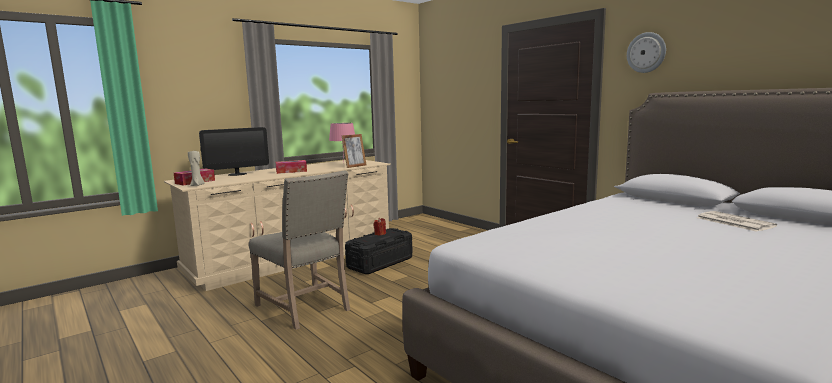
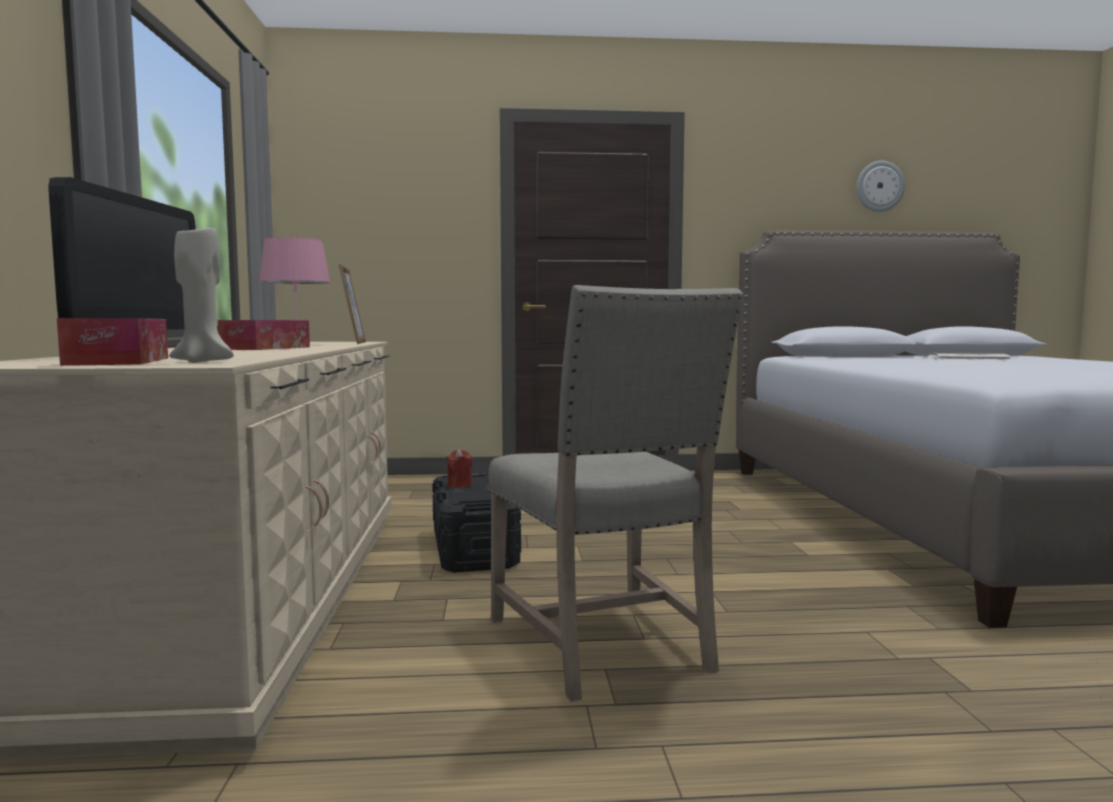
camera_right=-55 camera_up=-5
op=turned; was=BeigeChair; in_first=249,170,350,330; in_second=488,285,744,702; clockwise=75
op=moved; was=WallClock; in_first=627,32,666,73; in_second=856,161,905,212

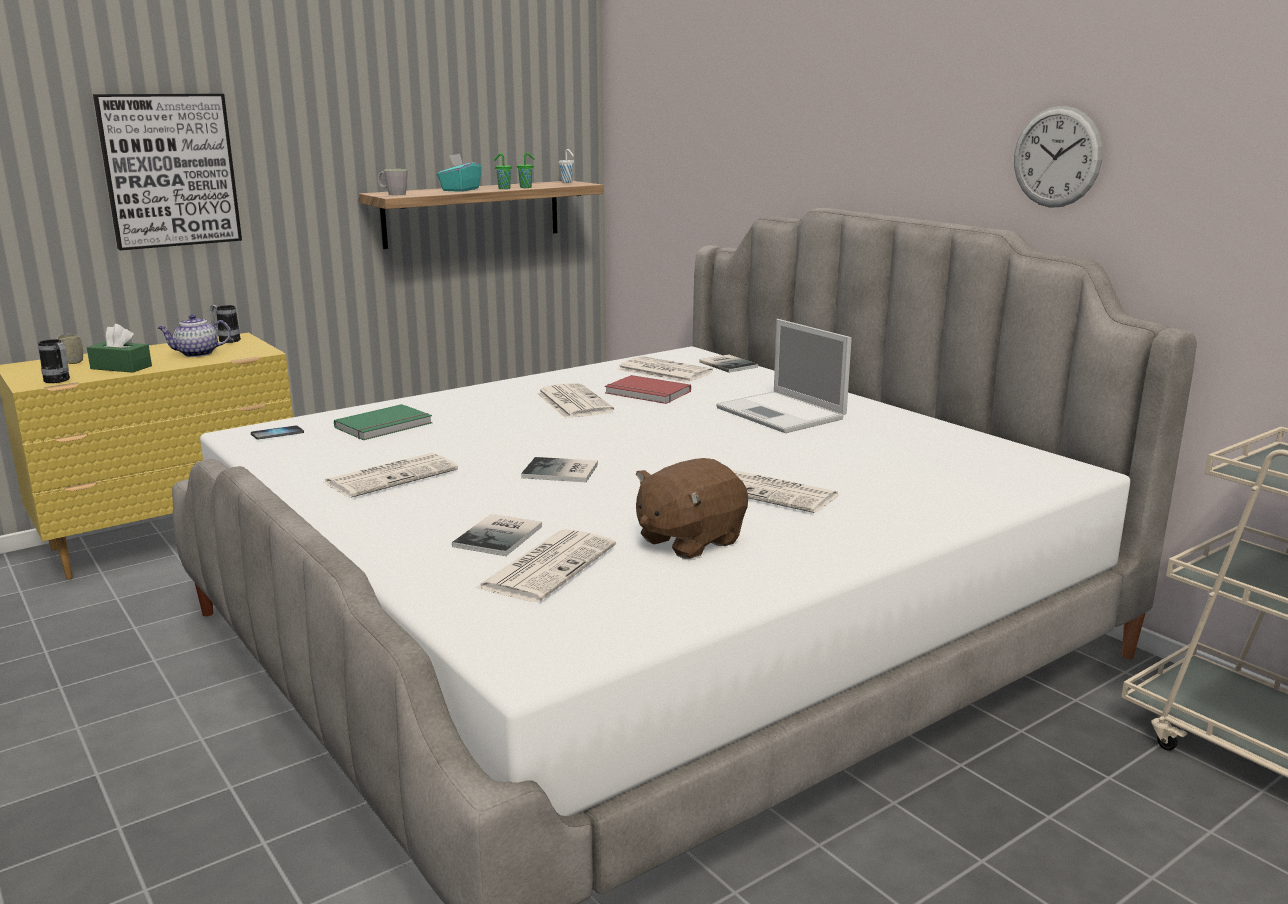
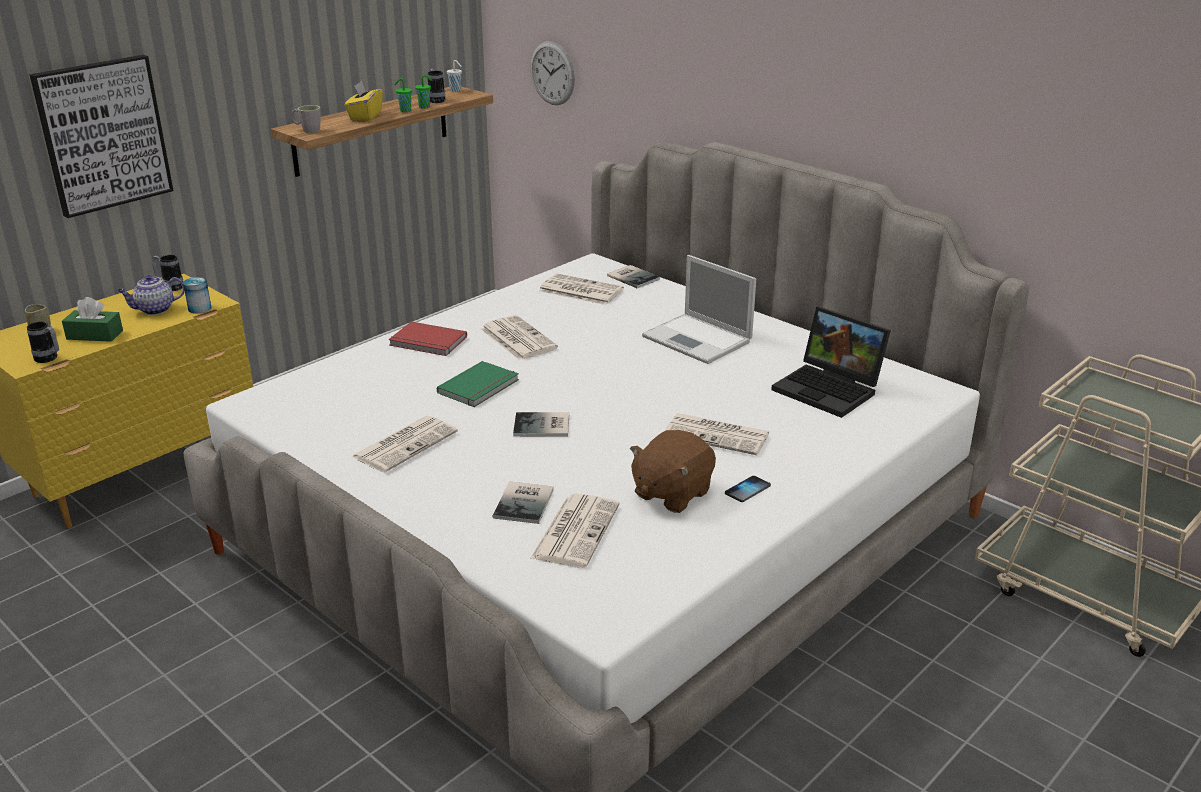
camera_right=-10 camera_up=10
op=added; now=Can; in_second=183,277,211,314
op=recoloured; was=TurquoiseTissueBox; now=YellowTissueBox; in_first=437,154,482,192; in_second=345,81,383,121
op=moved; was=RedBook; in_first=605,375,691,404; in_second=389,321,467,356
op=added; now=Mug; in_second=427,68,445,103
op=moved; was=GreenBook; in_first=334,404,432,440; in_second=437,361,519,407
op=moved; was=WallClock; in_first=1014,106,1103,208; in_second=530,41,575,105
op=moved; was=Phone; in_first=251,426,304,439; in_second=725,476,771,502
op=added; now=Laptop; in_second=771,307,891,418

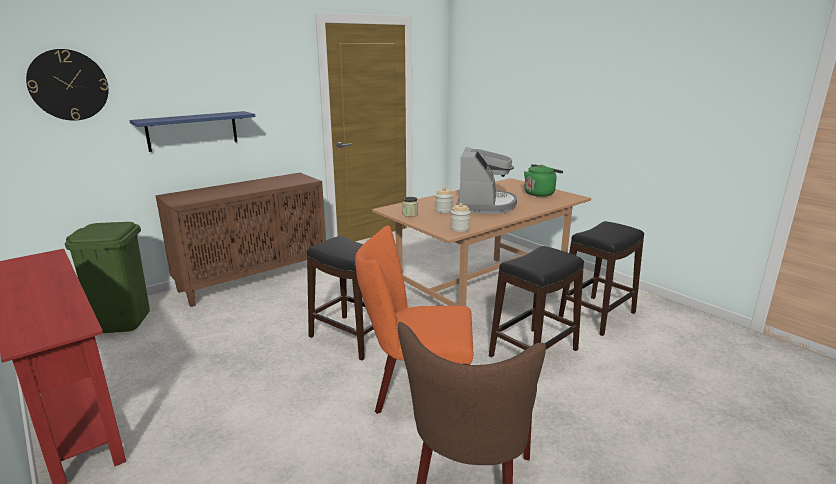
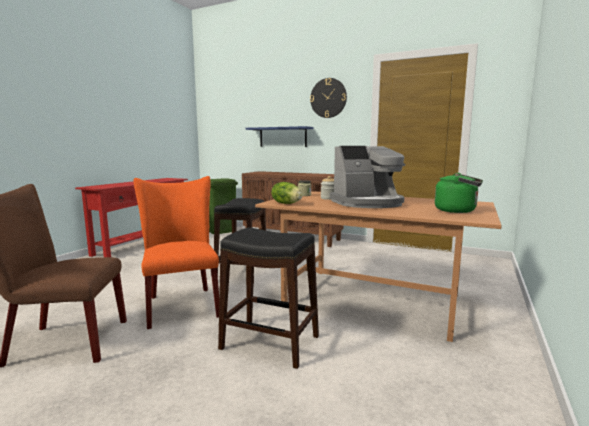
camera_right=65 camera_up=-10
op=replaced; was=Jar; now=Lettuce; in_first=450,203,471,232; in_second=271,182,303,204
op=moved; was=WallClock; in_first=26,49,109,121; in_second=310,78,347,118
op=removed; was=BlackStool; in_first=559,221,644,336

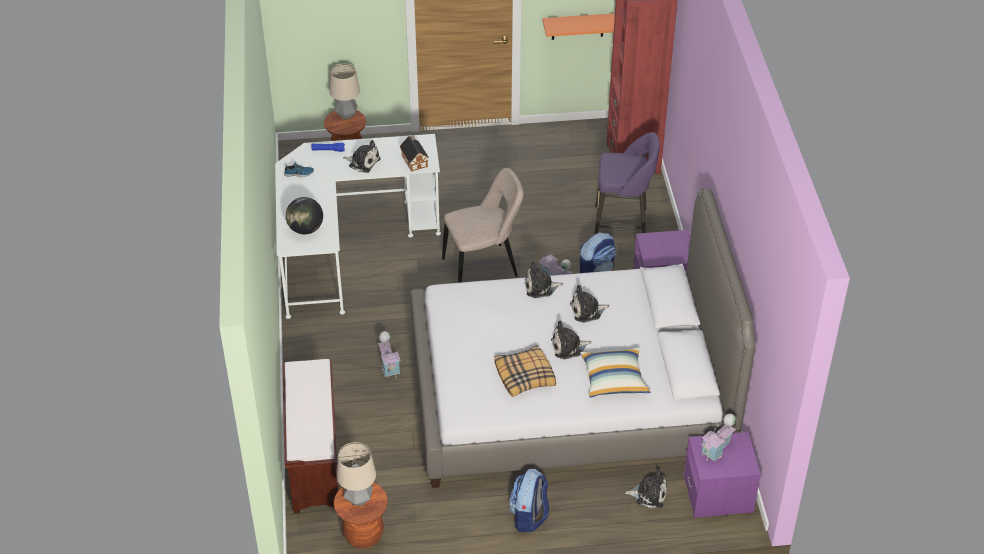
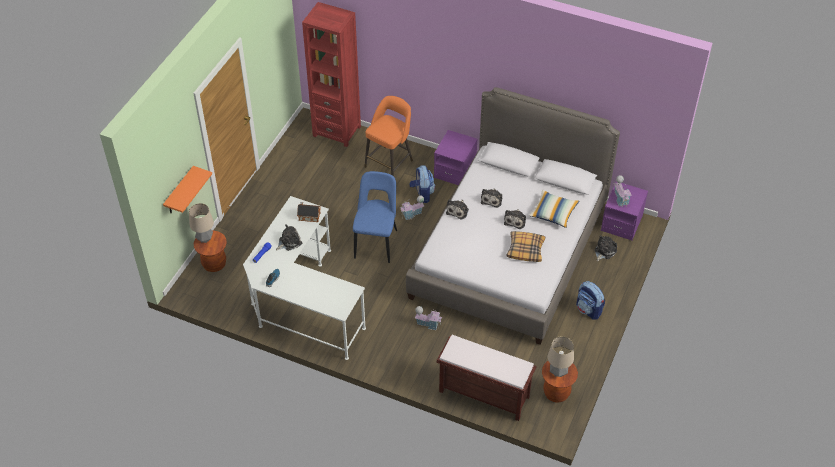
camera_right=-60 camera_up=5
op=moved; was=OrangeShelf; in_first=543,13,615,40; in_second=163,166,212,213
op=recoloured; was=BeigeChair; now=BlueChair; in_first=442,168,524,283; in_second=353,171,397,263
op=recoloured; was=PurpleStool; now=OrangeStool; in_first=594,132,660,235; in_second=364,96,413,176
op=removed; was=Globe; in_first=286,197,323,234

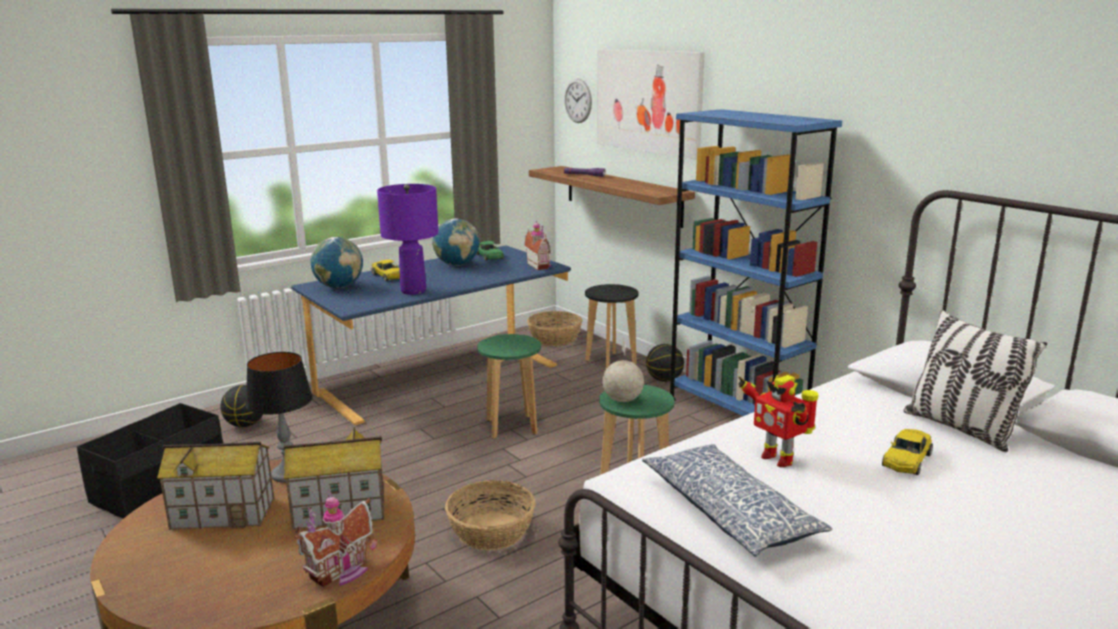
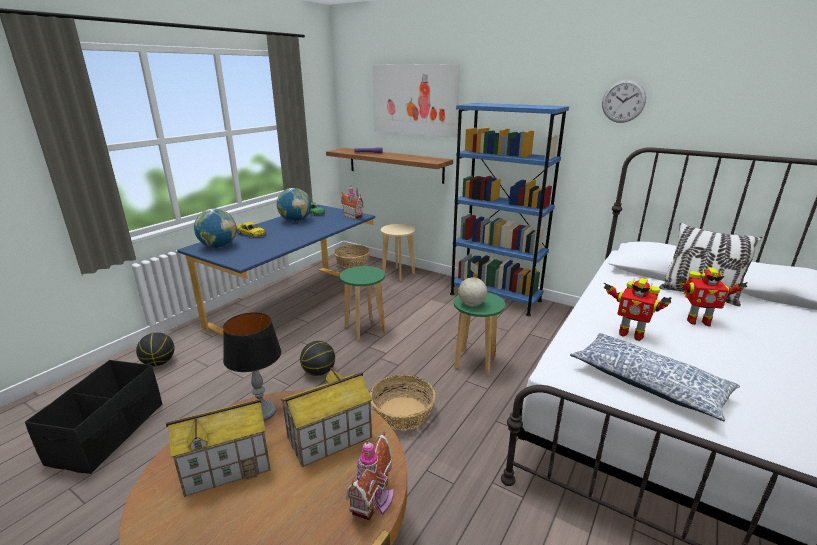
camera_right=-20 camera_up=5
op=moved; was=Basketball; in_first=646,344,684,382; in_second=300,341,335,376
op=recoloured; was=BlackStool; now=BeigeStool; in_first=585,284,639,369; in_second=381,224,416,281
op=moved; was=WallClock; in_first=564,79,592,123; in_second=602,80,646,123
op=replaced; was=YellowToyCar; now=ToyRobot; in_first=882,429,933,475; in_second=678,267,748,326
op=removed; was=PurpleTableLamp; in_first=377,184,439,295

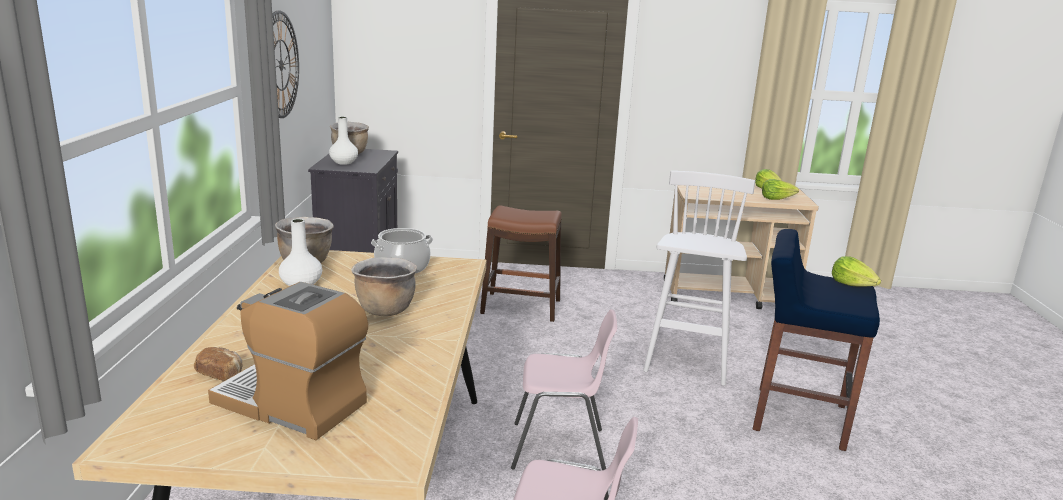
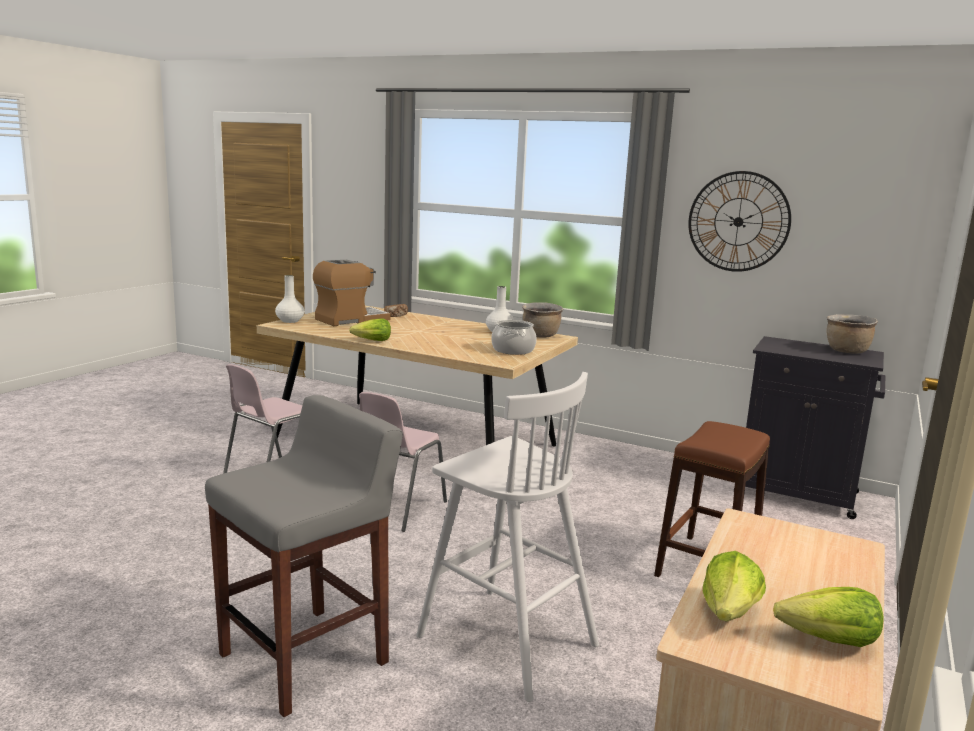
camera_right=115 camera_up=-5
op=recoloured; was=BlueStool; now=GreyStool; in_first=753,229,880,451; in_second=205,395,403,717
op=moved; was=WhiteVase; in_first=329,117,358,165; in_second=275,275,304,323
op=moved; was=Lettuce; in_first=832,256,881,287; in_second=349,319,391,341
op=removed; was=BrownCookingPot; in_first=352,257,417,316

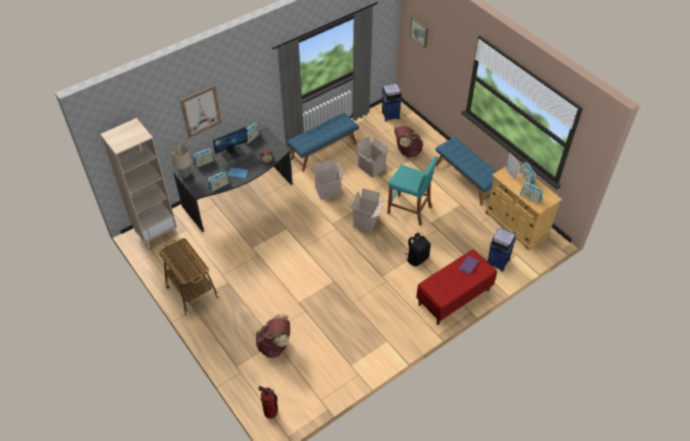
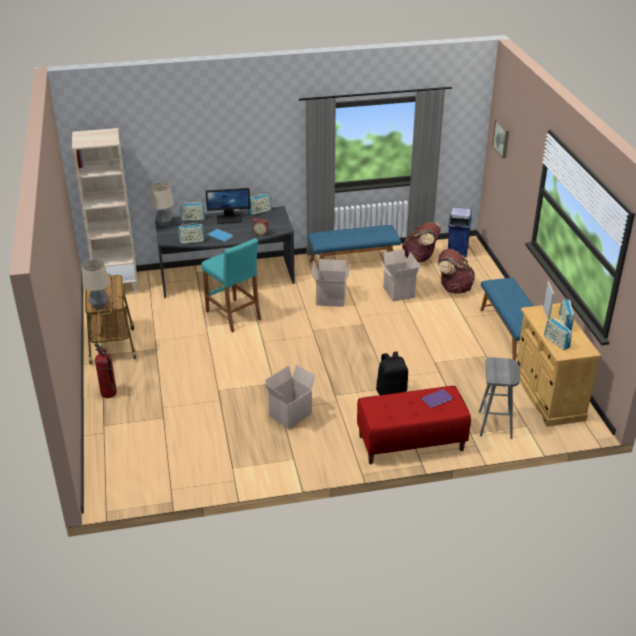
camera_right=25 camera_up=-15
op=added; now=TableLamp; in_second=82,260,110,309
op=moved; was=FireExtinguisher; in_first=258,386,278,418; in_second=94,343,117,398
op=moved; was=TurquoiseStool; in_first=387,156,438,226; in_second=202,238,261,333
op=moved; was=CardboardBox; in_first=350,188,385,232; in_second=264,364,318,429
op=moved; was=BrownBackpack; in_first=256,314,290,358; in_second=402,222,441,262
op=replaced; was=BlueTrashCan; now=GreyStool; in_first=488,228,516,272; in_second=479,357,521,439
op=removed; was=Picture; in_first=180,85,221,138

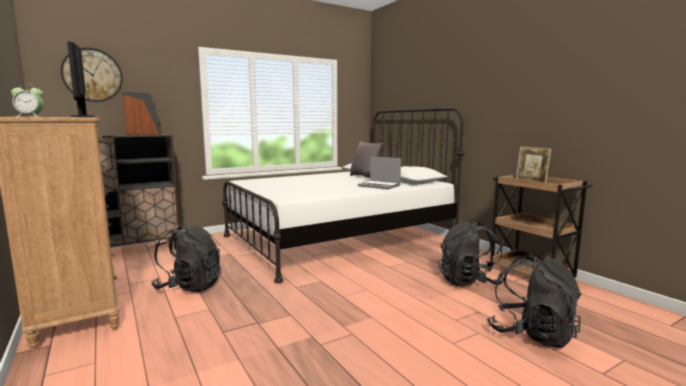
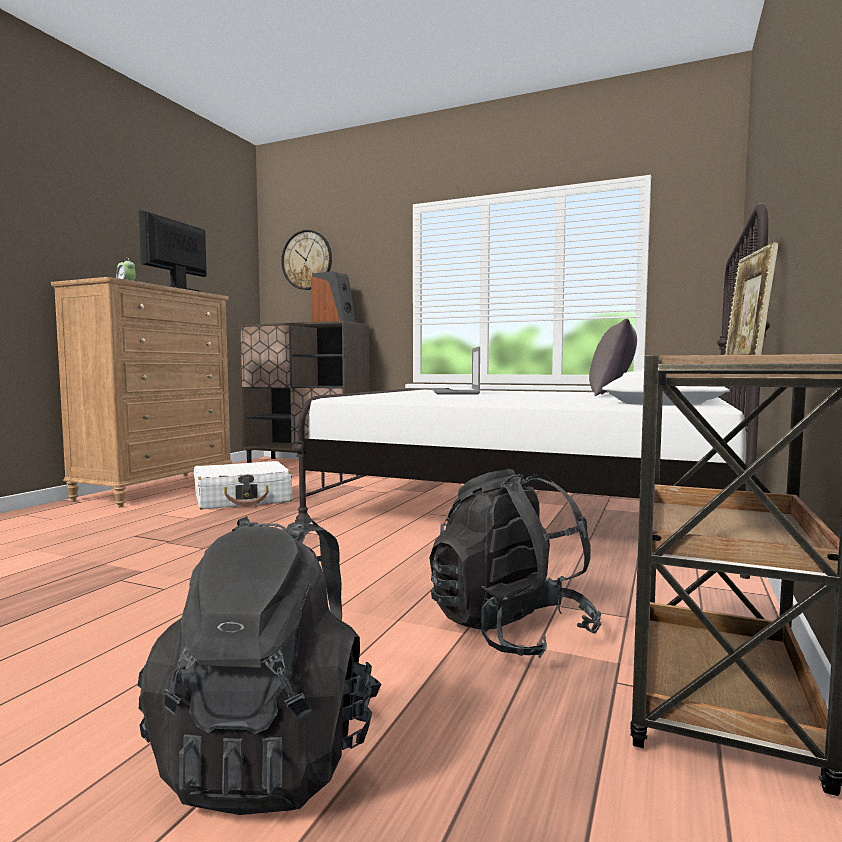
camera_right=55 camera_up=-5
op=replaced; was=BlackBackpack; now=WhiteSuitcase; in_first=152,225,221,292; in_second=194,461,292,509
op=moved; was=Laptop; in_first=358,156,401,189; in_second=433,347,480,394

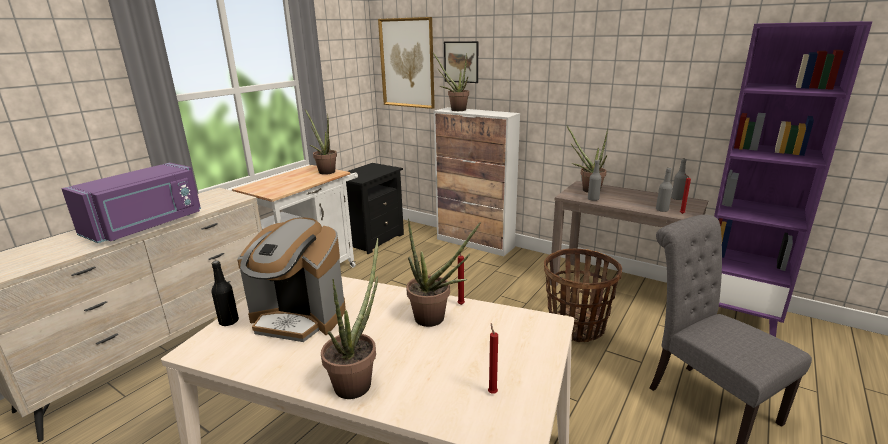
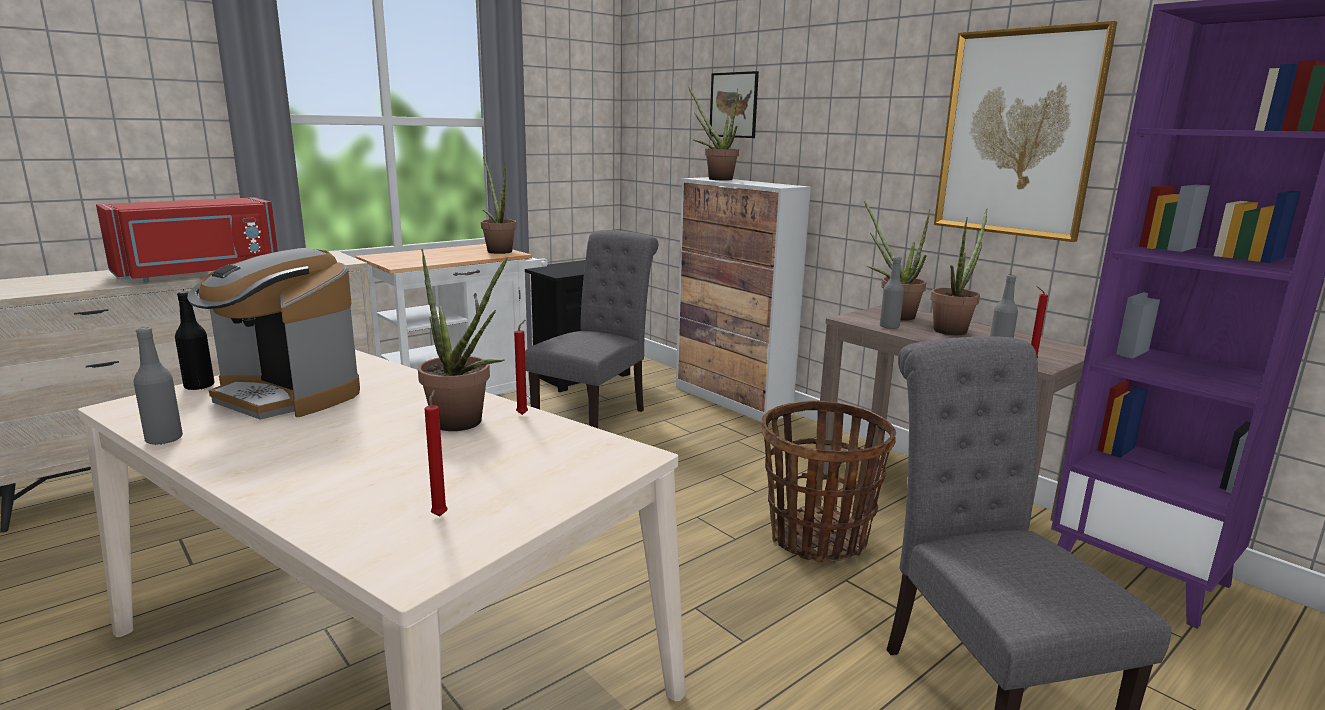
camera_right=15 camera_up=-5
op=recoloured; was=PurpleMicrowave; now=RedMicrowave; in_first=61,163,201,243; in_second=96,197,278,282
op=moved; was=GreyBottle; in_first=671,159,687,200; in_second=133,327,183,445
op=added; now=GreyChair; in_second=525,230,658,428
op=moved; was=PottedPlant; in_first=321,238,379,399; in_second=931,208,987,335
op=moved; was=Picture; in_first=378,17,435,109; in_second=934,21,1117,242

